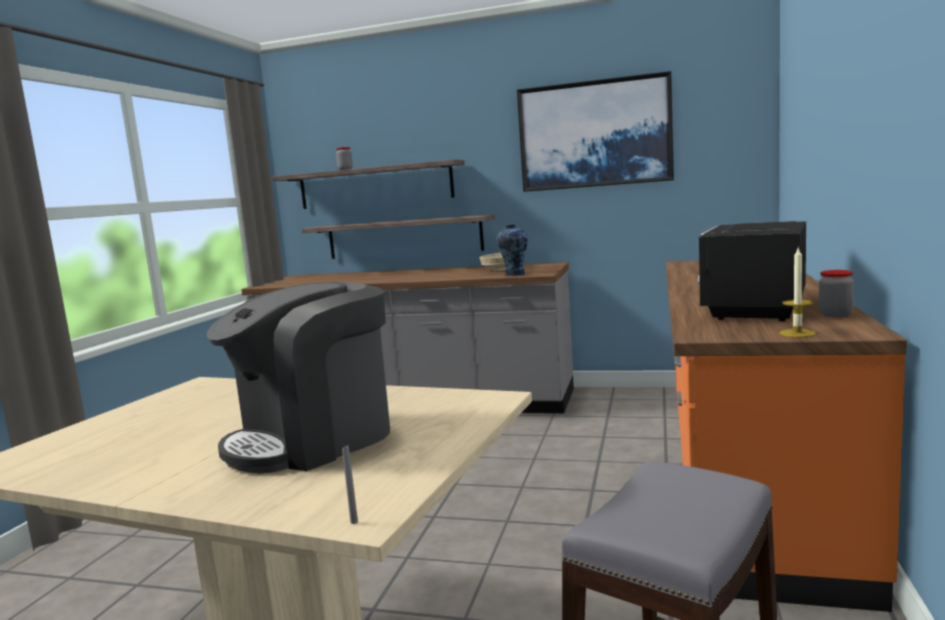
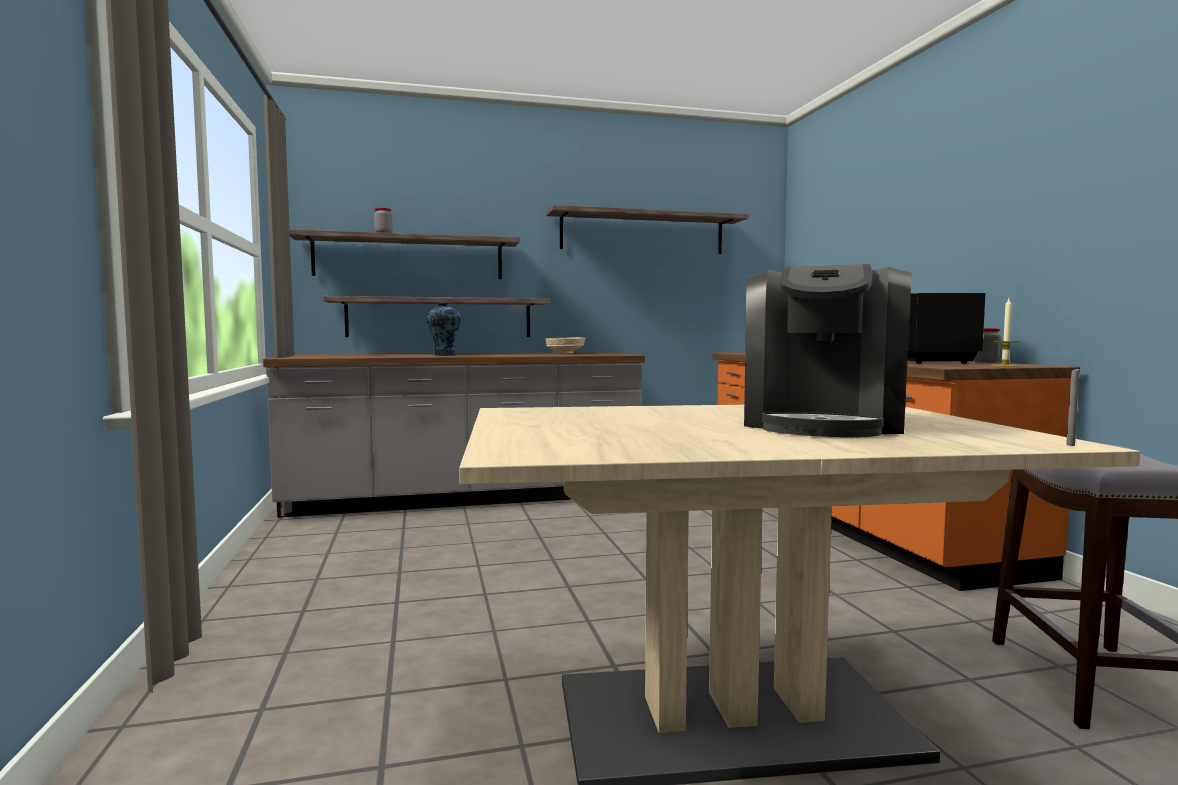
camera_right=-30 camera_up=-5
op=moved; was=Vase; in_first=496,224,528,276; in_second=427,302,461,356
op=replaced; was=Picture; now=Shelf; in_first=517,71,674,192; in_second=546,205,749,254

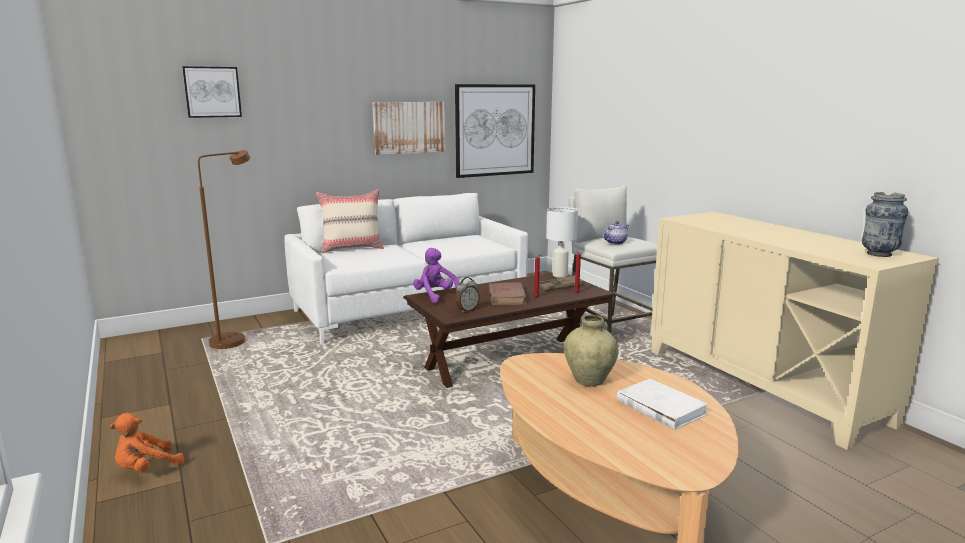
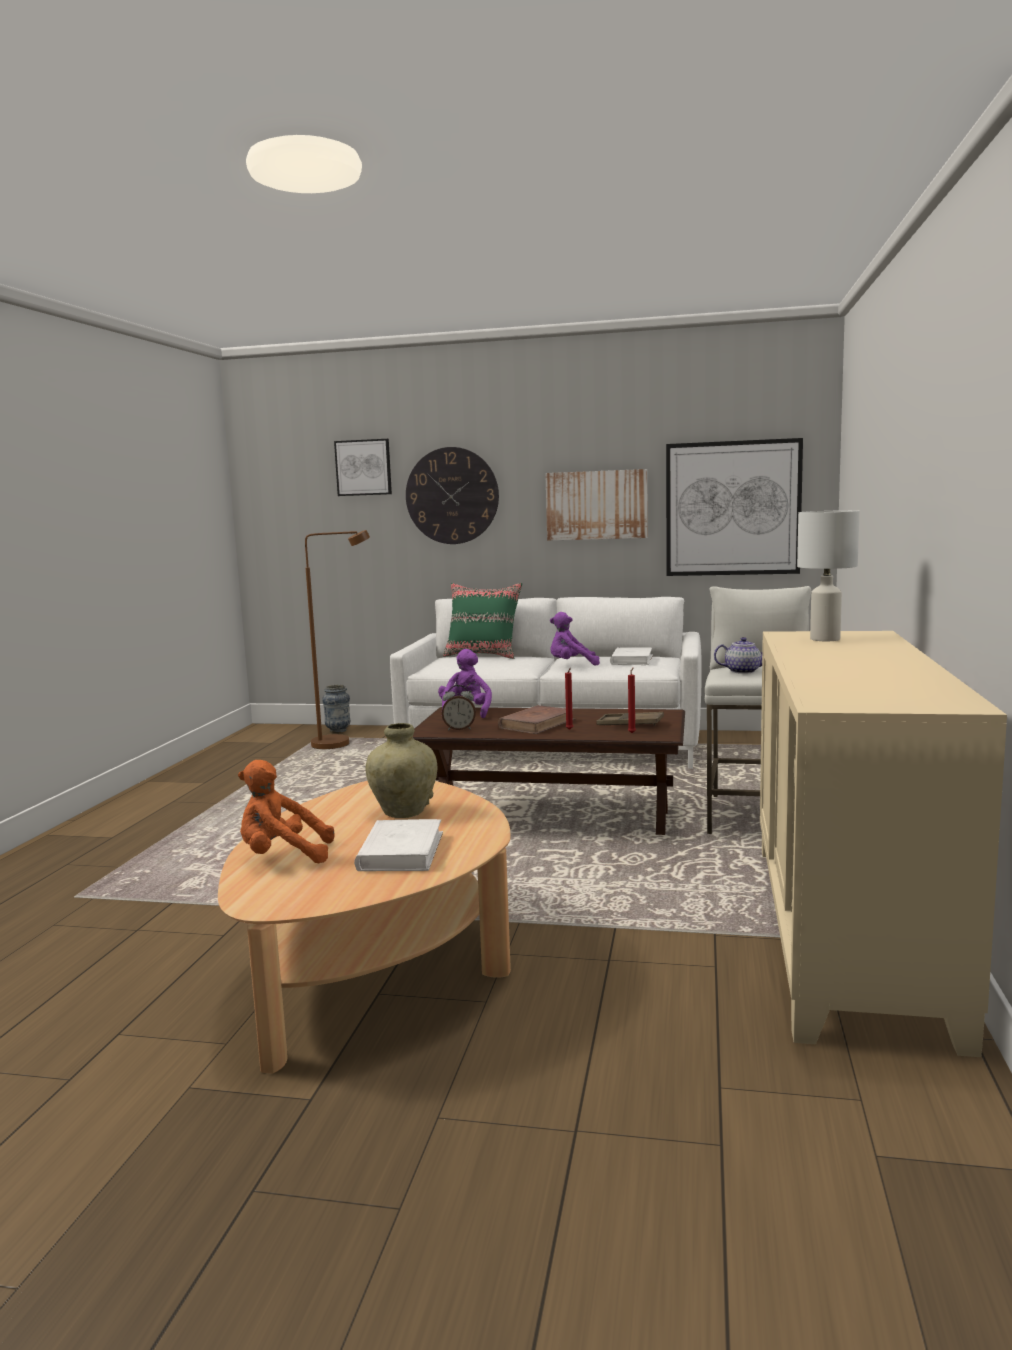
camera_right=40 camera_up=-5
op=moved; was=OrangePlushToy; in_first=110,413,184,472; in_second=238,760,334,863
op=moved; was=Vase; in_first=862,192,908,257; in_second=322,684,351,733
op=added; now=WallClock; in_second=406,447,499,544
op=recoloured; was=BeigePillow; now=GreenPillow; in_first=316,189,384,253; in_second=443,583,522,659
op=added; now=PurplePlushToy; in_second=550,612,600,666
op=added; now=WhiteBook; in_second=610,647,653,665
op=moved; was=WhiteTableLamp; in_first=546,207,578,278; in_second=797,510,860,641

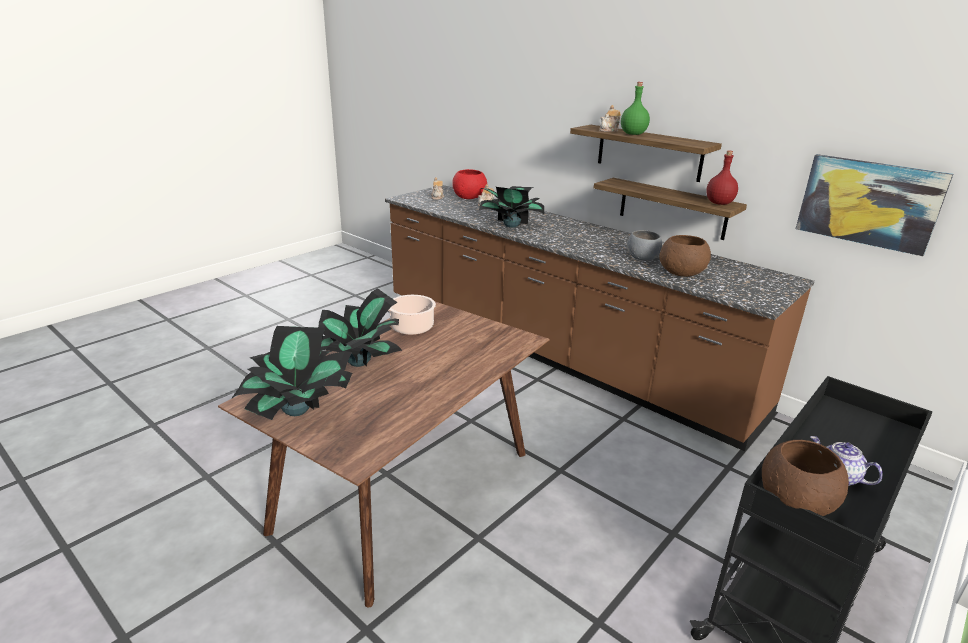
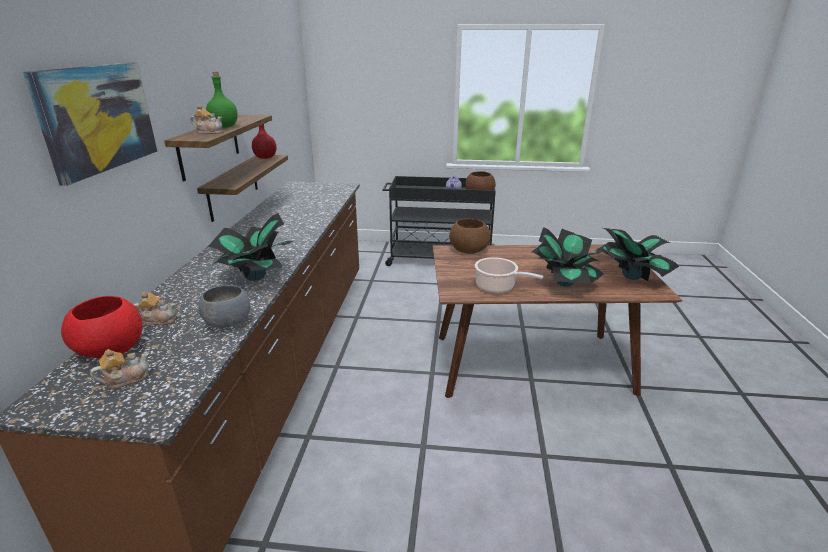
camera_right=-125 camera_up=0
op=moved; was=Picture; in_first=796,154,953,256; in_second=23,62,157,186
op=moved; was=GreyBowl; in_first=627,230,663,261; in_second=198,285,251,328
op=moved; was=BrownBowl; in_first=659,235,711,277; in_second=449,219,490,254

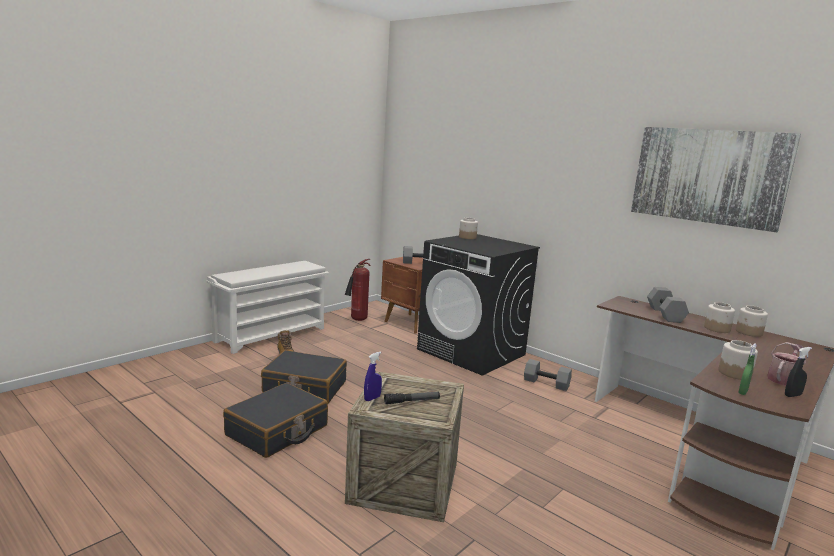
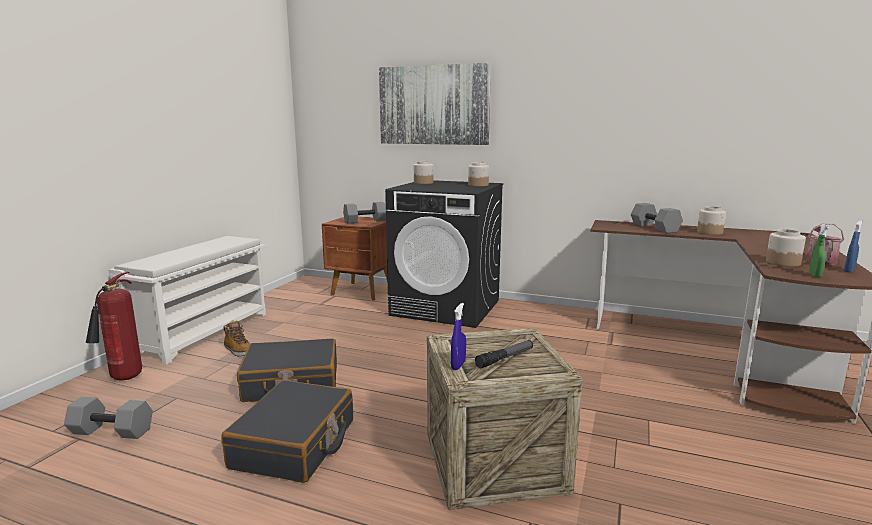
camera_right=-20 camera_up=0
op=moved; was=GreyDumbbell; in_first=524,359,572,391; in_second=64,397,153,439
op=moved; was=FireExtinguisher; in_first=345,259,370,321; in_second=86,272,142,381
op=moved; was=Picture; in_first=631,127,801,232; in_second=379,63,491,145
op=moved; was=Jar; in_first=736,305,768,337; in_second=468,162,489,186
op=recoloured; was=BlackSprayBottle; now=BlueSprayBottle; in_first=785,347,812,397; in_second=844,220,862,273

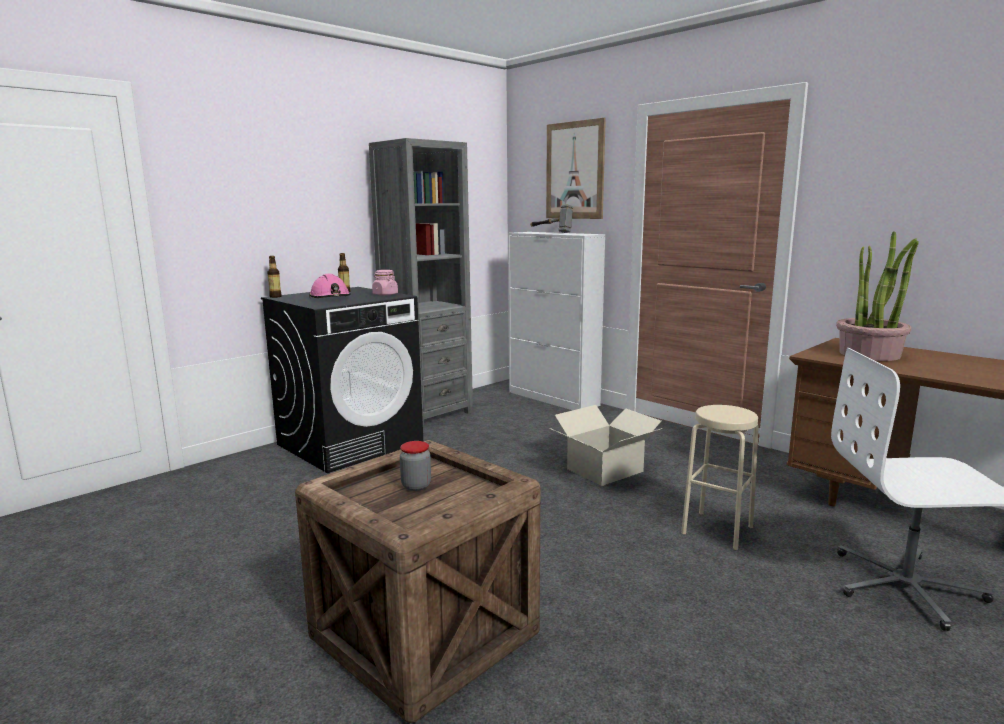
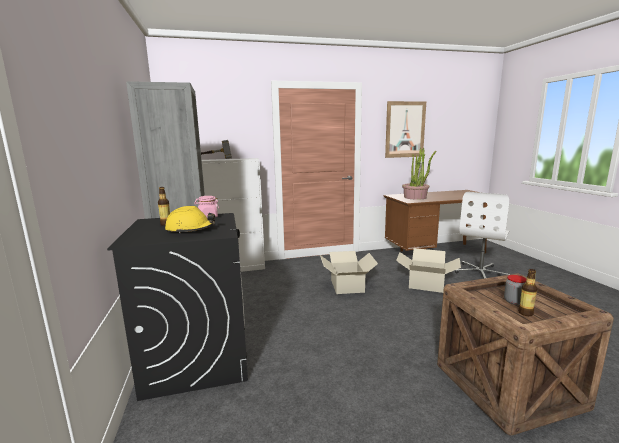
camera_right=-60 camera_up=0
op=recoloured; was=PinkHardHat; now=YellowHardHat; in_first=309,274,351,298; in_second=165,206,215,233
op=moved; was=Picture; in_first=546,118,606,219; in_second=385,101,426,158
op=replaced; was=BeigeStool; now=CardboardBox; in_first=681,405,759,550; in_second=396,248,461,293
op=moved; was=Bottle; in_first=267,256,282,298; in_second=518,269,537,316

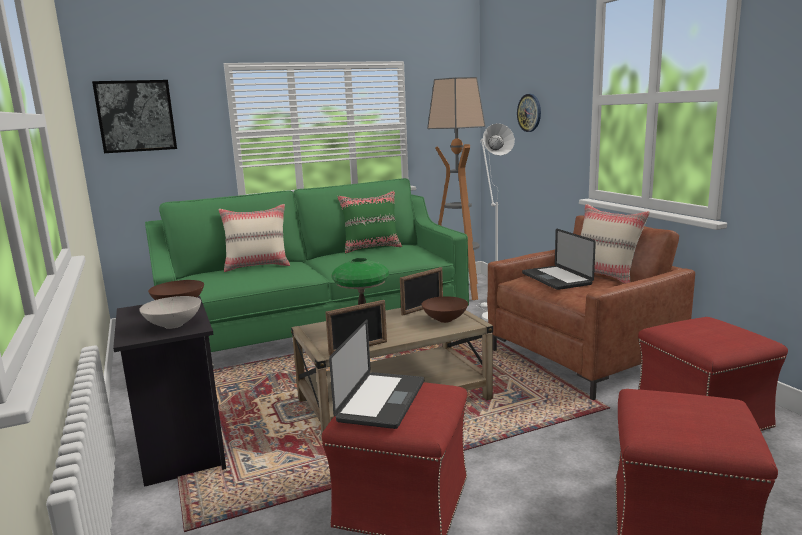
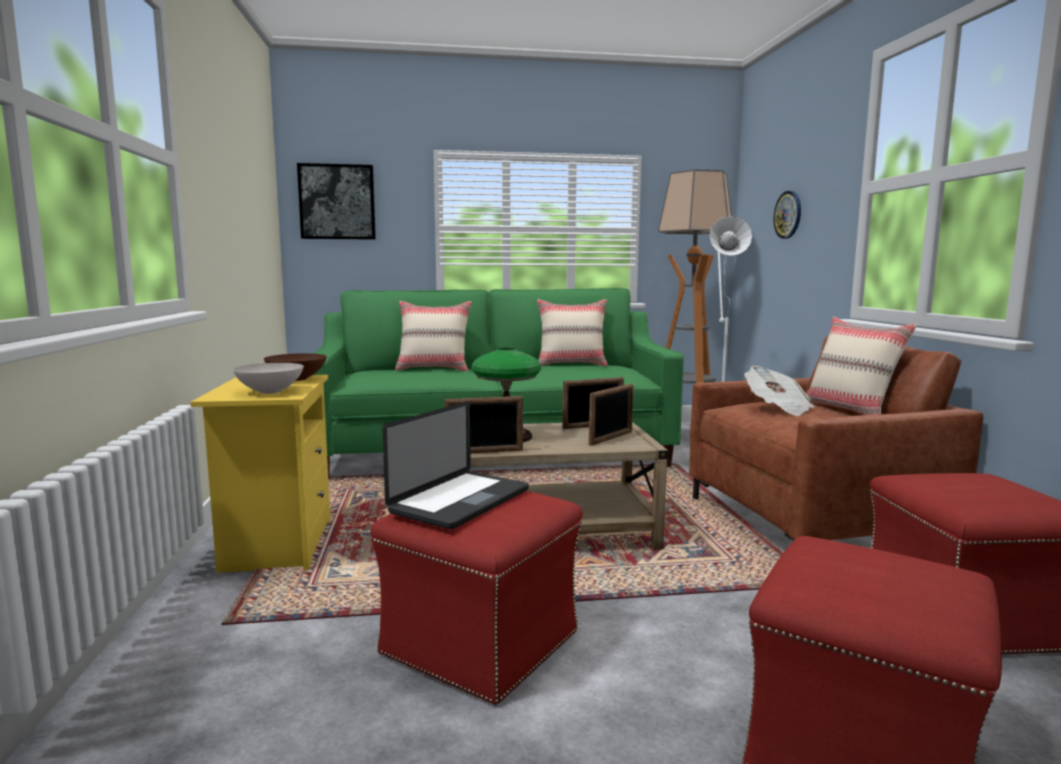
camera_right=15 camera_up=-5
op=recoloured; was=BlackNightstand; now=YellowNightstand; in_first=113,296,226,487; in_second=190,375,330,573
op=recoloured; was=GreenPillow; now=BeigePillow; in_first=337,191,402,253; in_second=537,299,608,366
op=replaced; was=BrownBowl; now=PictureFrame; in_first=422,296,468,323; in_second=589,383,634,446
op=replaced; was=Laptop; now=Newspaper; in_first=522,229,596,290; in_second=744,366,814,416

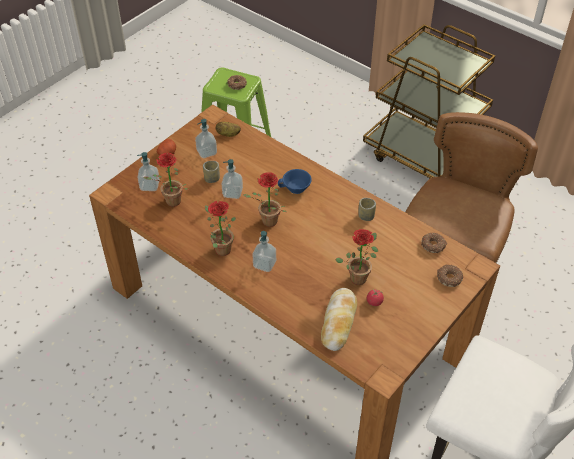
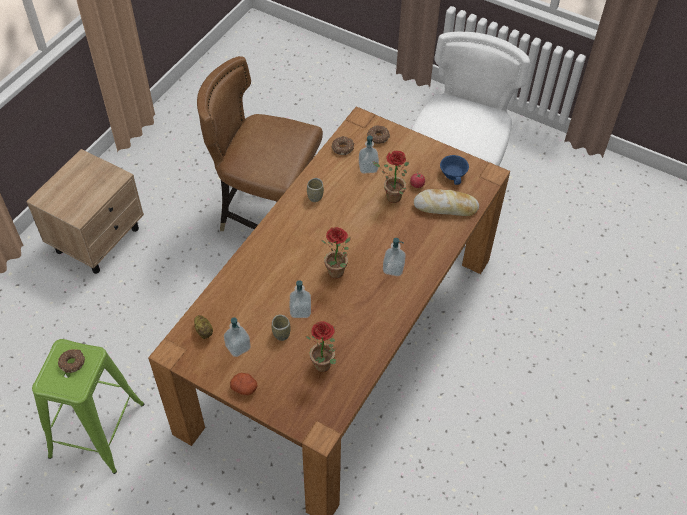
camera_right=-100 camera_up=5
op=replaced; was=BrownCart; now=BeigeNightstand; in_first=363,24,495,178; in_second=26,149,144,274
op=moved; was=SoapDispenser; in_first=137,152,160,191; in_second=359,136,379,174
op=moved; was=BlueCup; in_first=278,169,312,194; in_second=440,155,469,185
op=removed; was=PottedPlant; in_first=205,201,236,256

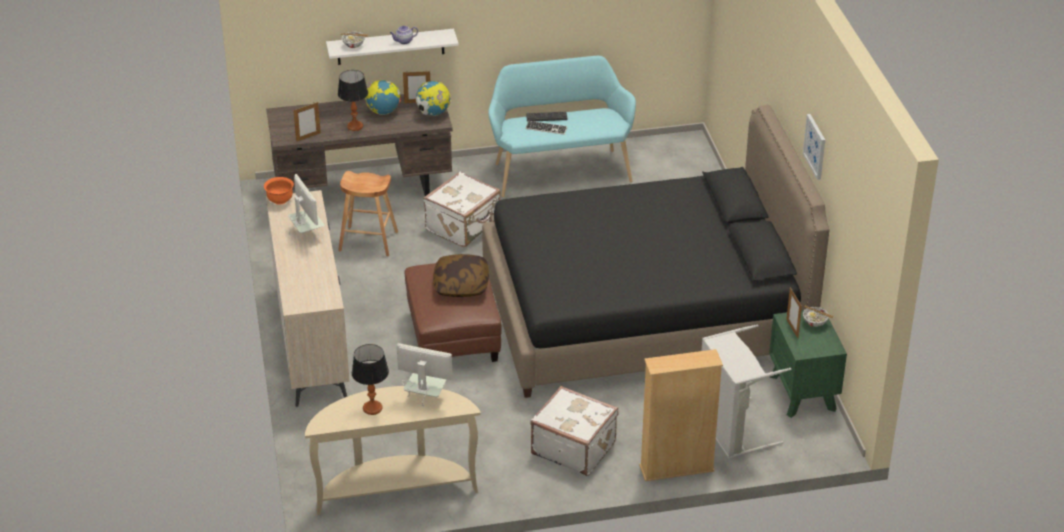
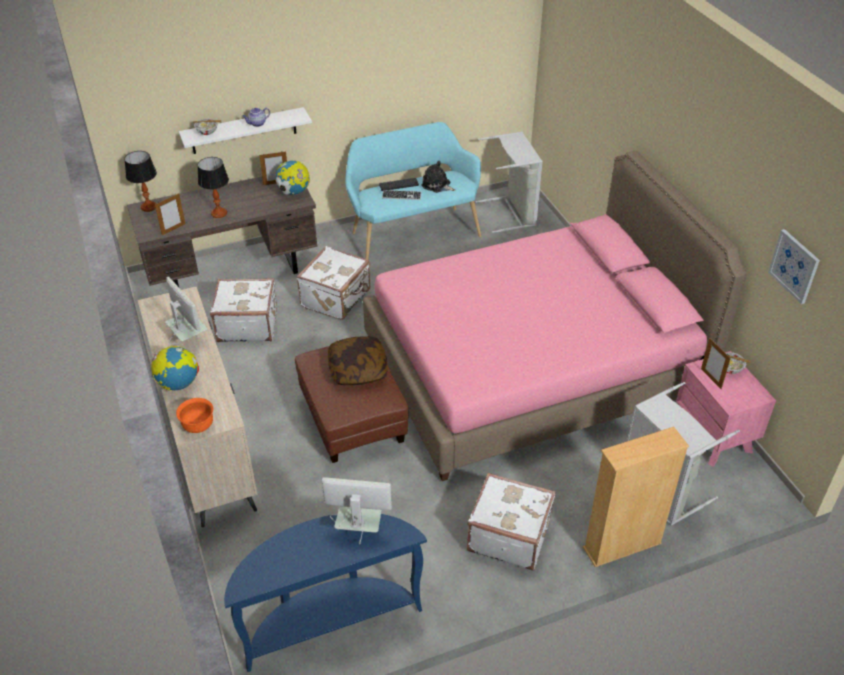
camera_right=-10 camera_up=5
op=moved; was=TableLamp; in_first=352,344,389,415; in_second=125,151,157,212
op=moved; was=Globe; in_first=365,80,401,115; in_second=150,346,200,391
op=moved; was=OrangeBowl; in_first=264,177,294,205; in_second=176,398,213,433
op=replaced; was=BrownStool; now=WhiteSuitcase; in_first=338,171,398,257; in_second=210,278,277,342
op=recoloured; was=BeigeConsoleTable; now=BlueConsoleTable; in_first=305,386,481,515; in_second=224,514,427,672
op=recoloured; was=BlackBed; now=PinkBed; in_first=482,105,829,398; in_second=363,151,747,481
op=added; now=PlushToy; in_second=421,161,455,193
op=added; now=GreyLaundryBasket; in_second=475,132,543,233
op=recoloured; was=GreenNightstand; now=PinkNightstand; in_first=769,308,847,418; in_second=676,351,776,467
op=moved; was=Picture; in_first=803,114,825,180; in_second=768,229,820,304

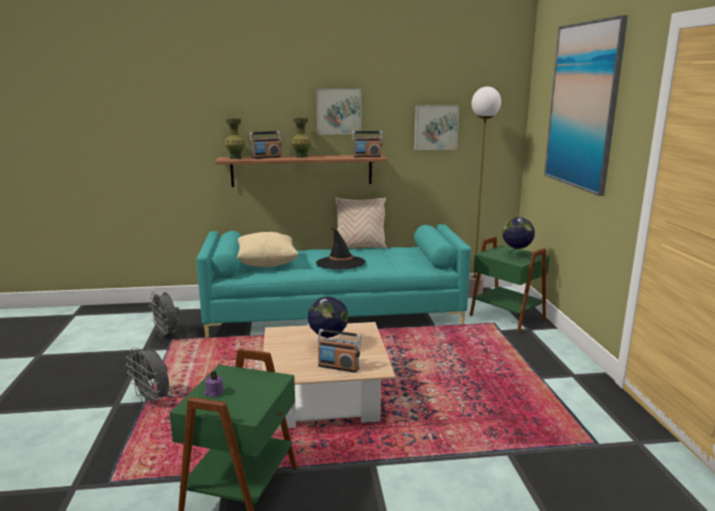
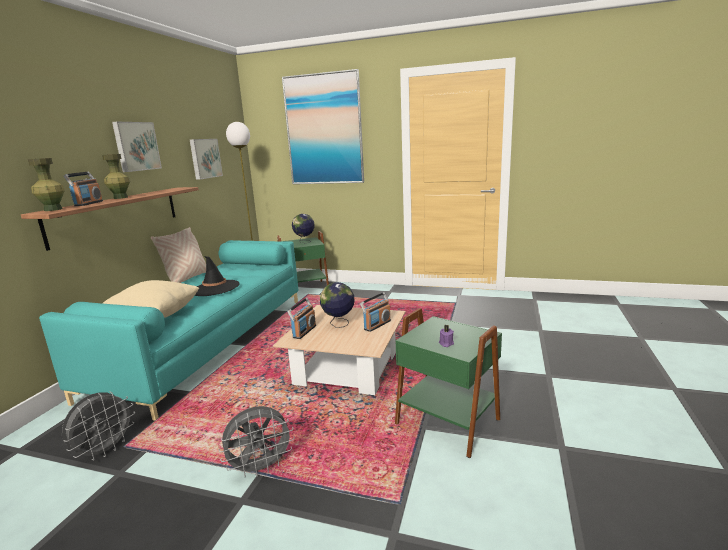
camera_right=-65 camera_up=0
op=turned; was=GreyFan; in_first=149,291,180,339; in_second=62,391,135,461; clockwise=-45
op=moved; was=Radio; in_first=352,131,383,157; in_second=287,298,316,339

